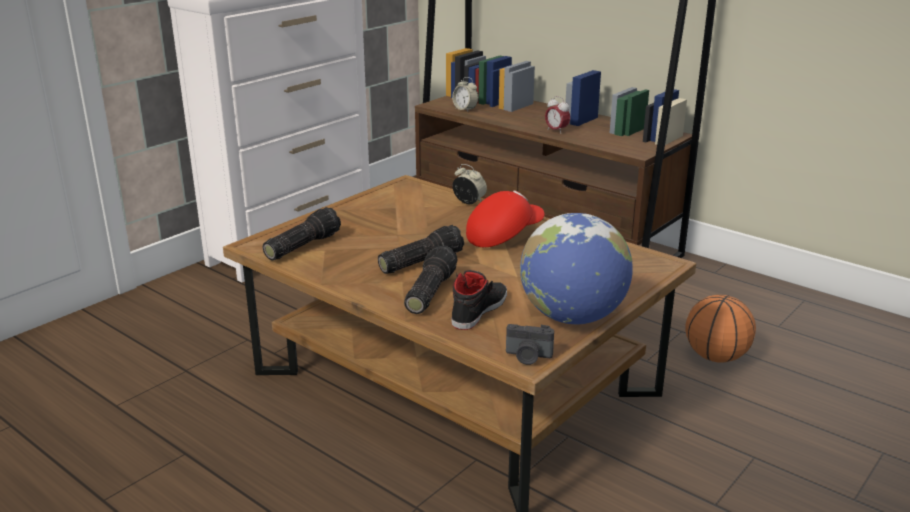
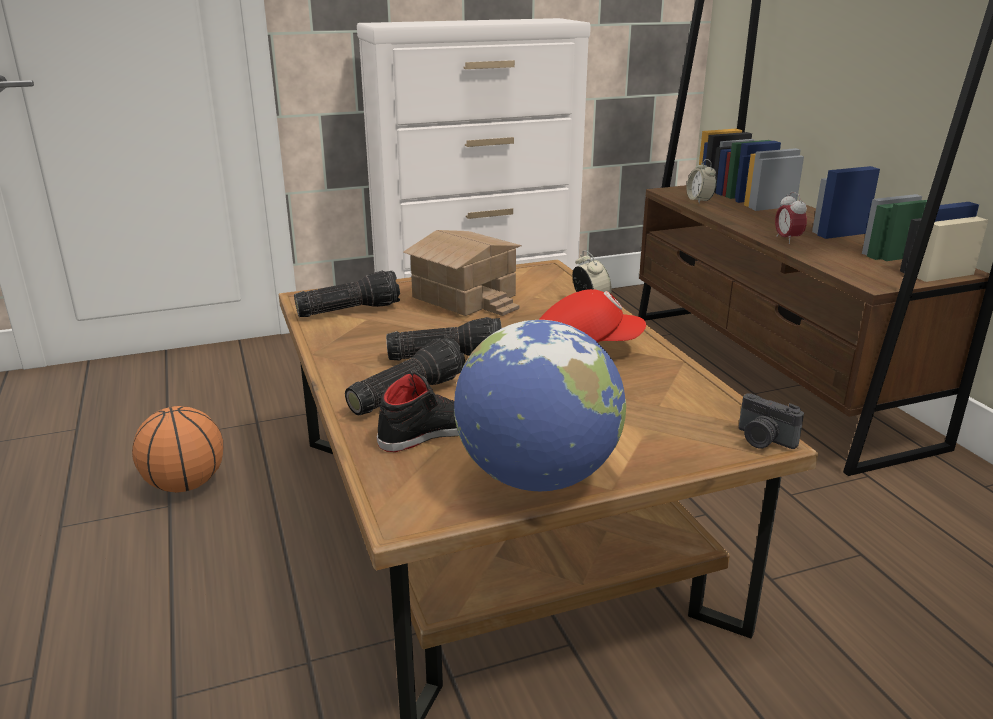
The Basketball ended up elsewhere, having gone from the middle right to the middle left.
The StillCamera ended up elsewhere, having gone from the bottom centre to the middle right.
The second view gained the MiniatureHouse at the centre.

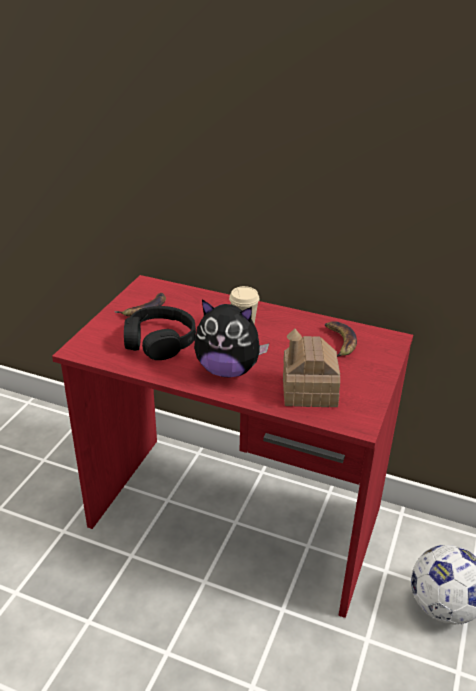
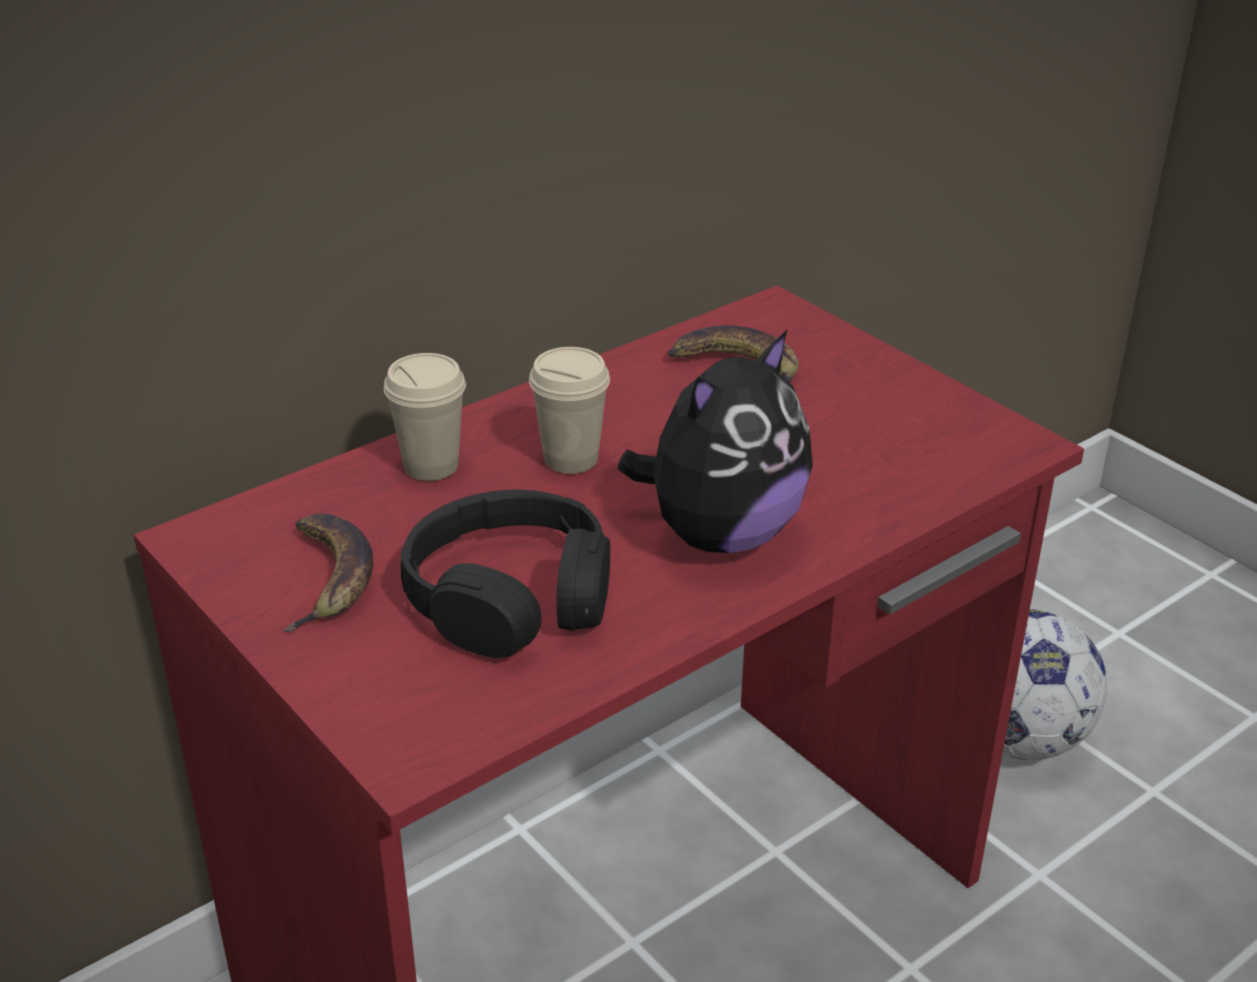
The second view lost the MiniatureHouse at the centre.
The second view gained the BeigeColouredDrinkingCup (1st from left) at the centre.

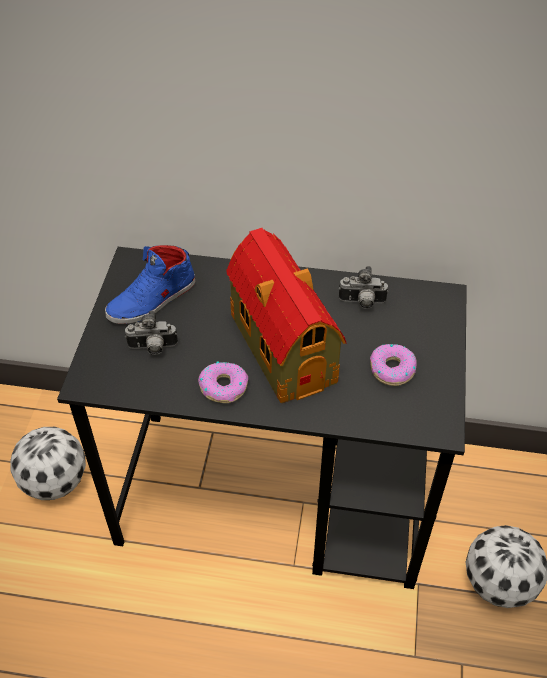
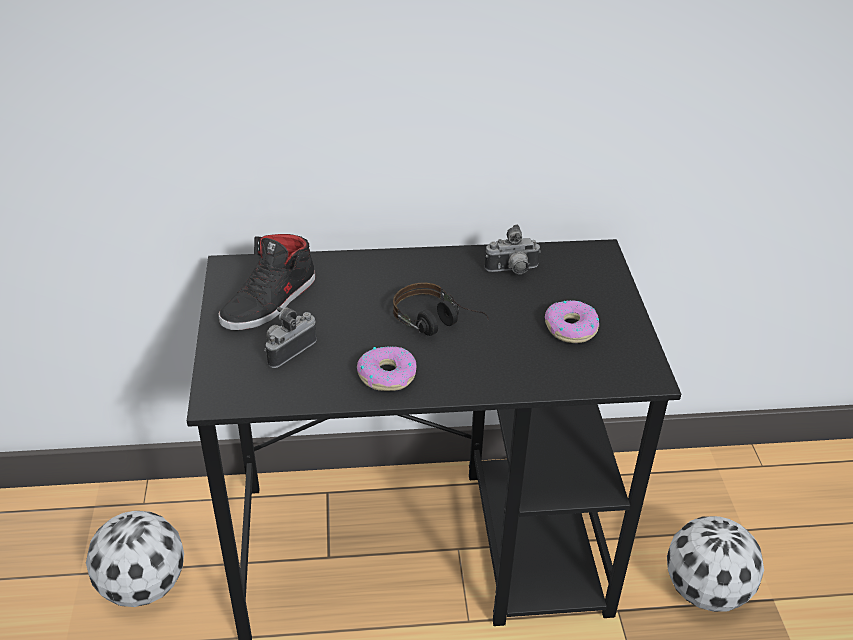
Where the MiniatureHouse stood at the centre, the PairOfHeadphones came to stand at the centre.
What was the BluishItemOfFootwear at the middle left turned into the BlackColouredItemOfFootwear at the middle left.
The StillCamera (1st from left) at the middle left ended up facing another way, 150 degrees clockwise from before.

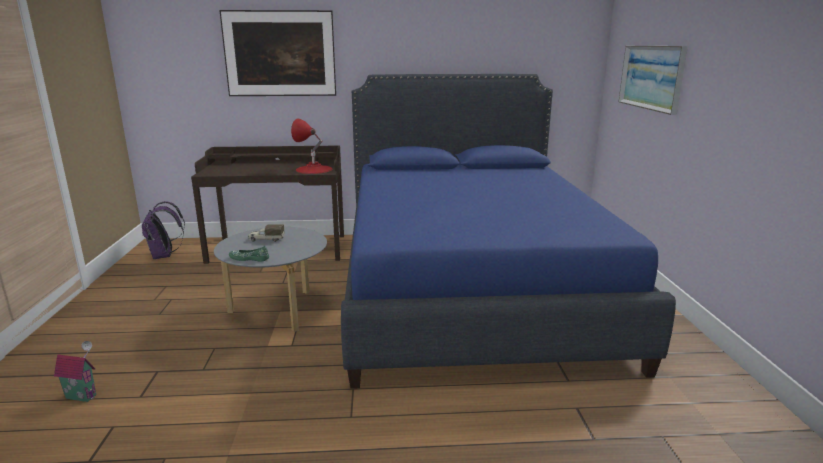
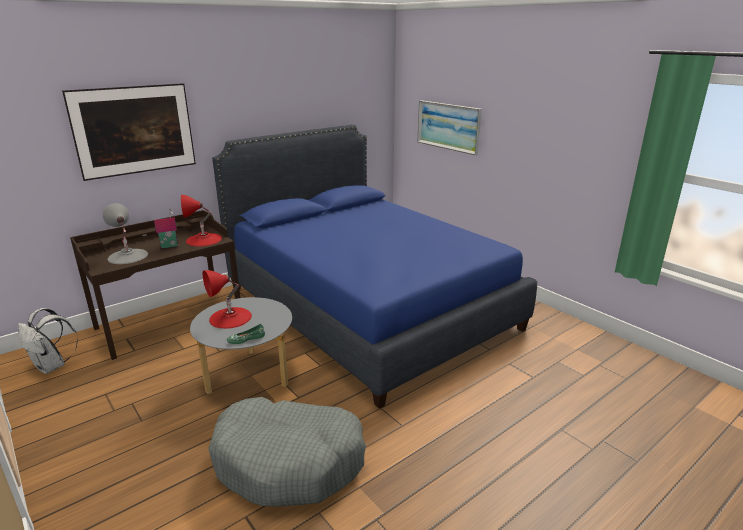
What was the PurplishBackpack at the middle left turned into the WhitishBackpack at the middle left.
Where the ToyTruck stood at the middle left, the ReddishTableLamp (2nd from left) came to stand at the middle left.
The MiniatureHouse ended up elsewhere, having gone from the bottom left to the middle left.
The second view gained the GrayTableLamp at the middle left.
The second view gained the GrayDogBed at the bottom centre.

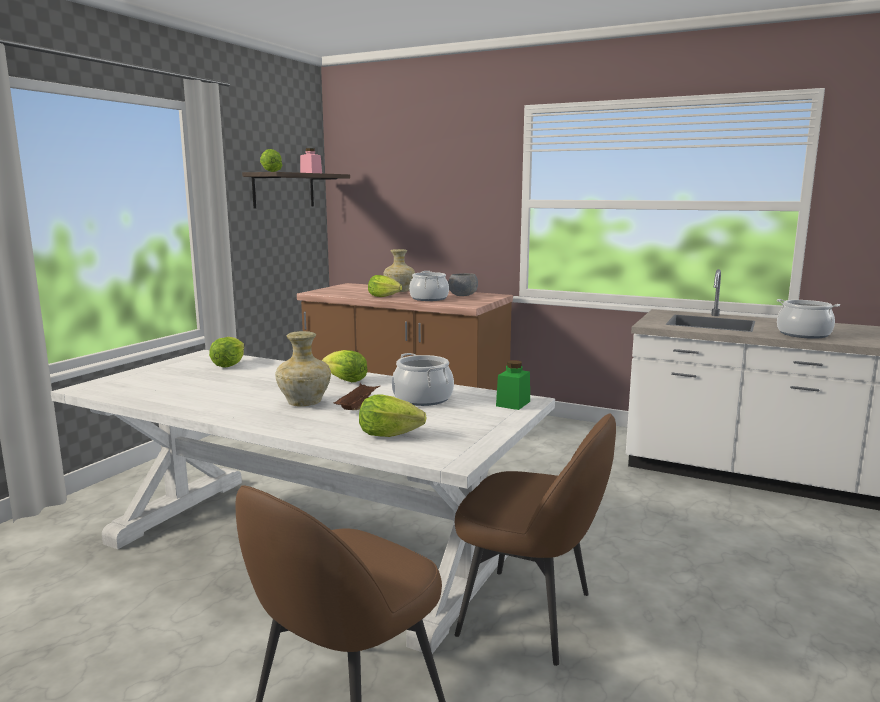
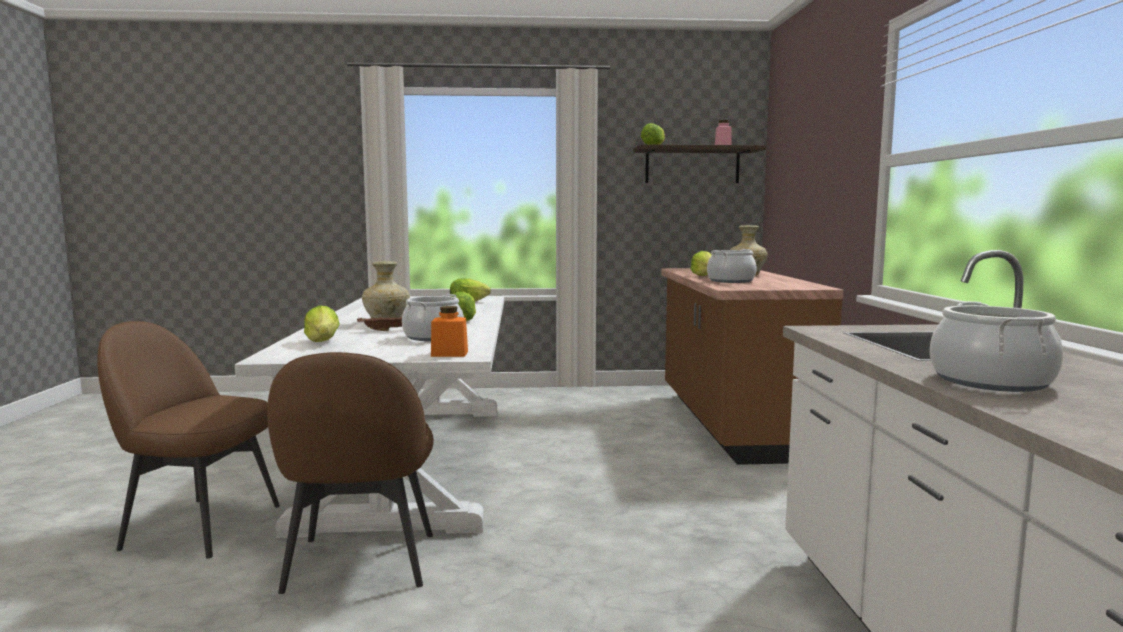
The second view lost the GrayDeepDish at the centre.
What was the GreenColouredPreserveJar at the centre turned into the OrangePreserveJar at the centre.

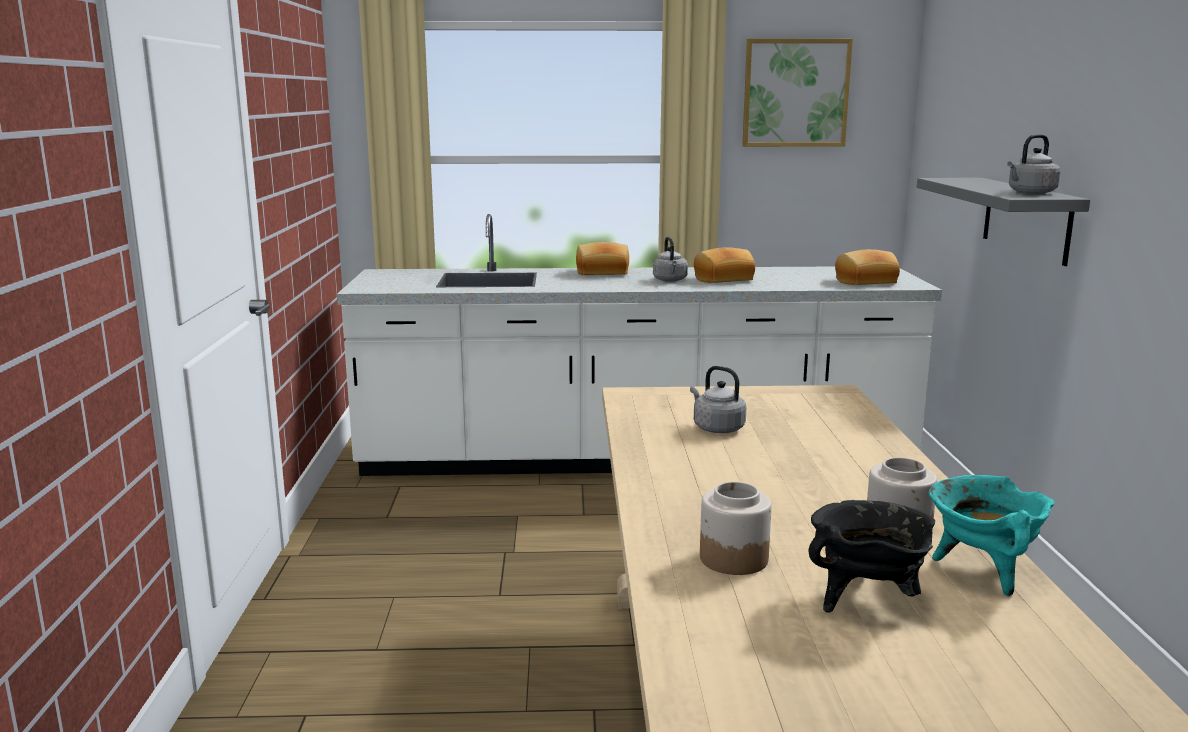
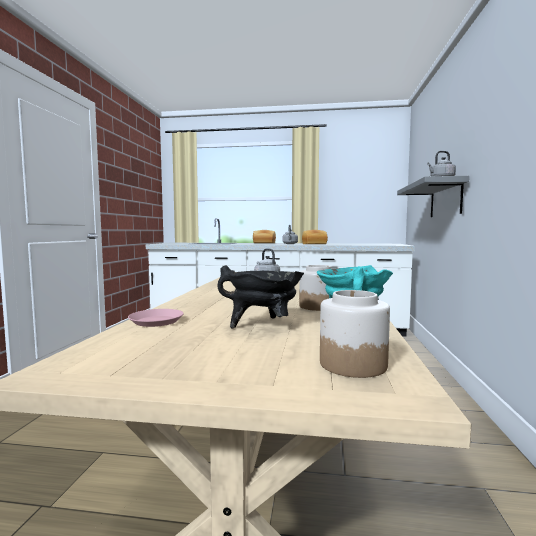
The second view lost the WallArt at the top right.
The second view lost the BakeryBread (3rd from left) at the middle right.
The PreserveJar (1st from left in the first image) ended up elsewhere, having gone from the bottom centre to the centre.
The second view gained the PinkishFlatDish at the middle left.

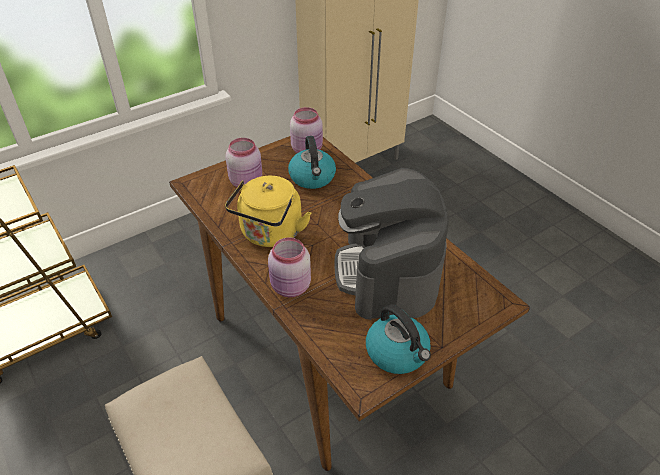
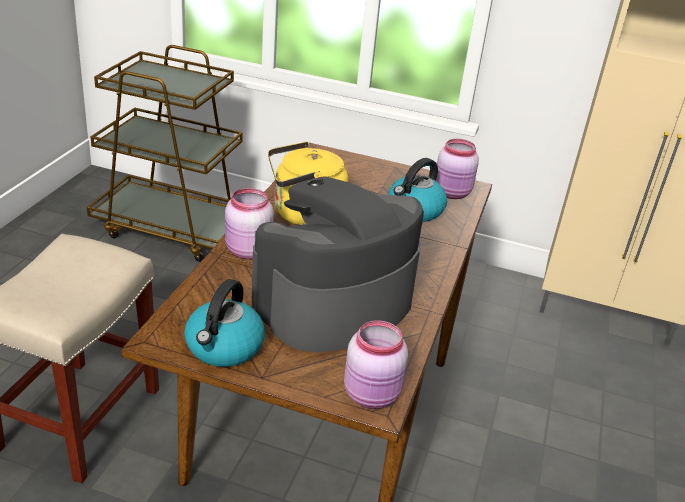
The PinkishPreserveJar (1st from left in the first image) ended up elsewhere, having gone from the centre to the bottom centre.

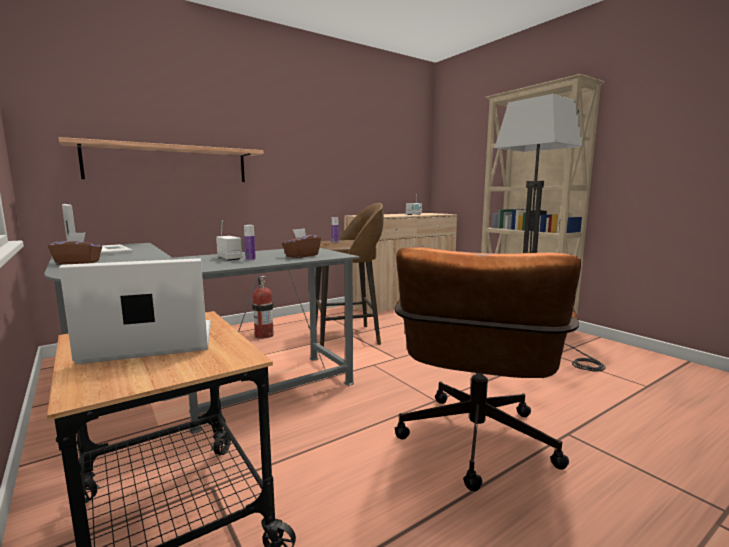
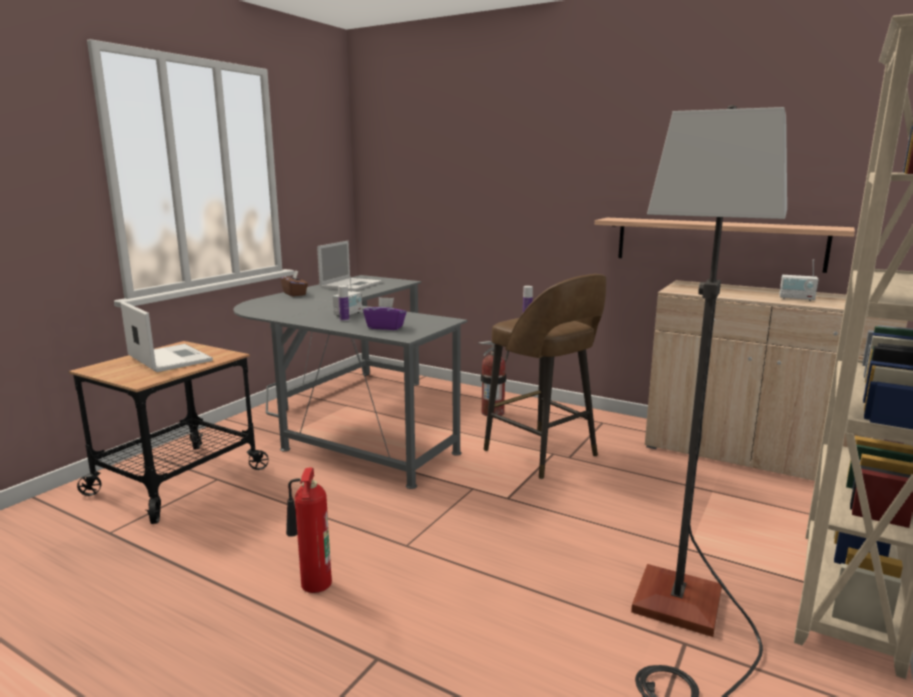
The Shelf ended up elsewhere, having gone from the top left to the middle right.
What was the BrownishTissueBox (2nd from left) at the centre turned into the PurplishTissueBox at the centre.
Where the BrownishComputerChair stood at the bottom right, the Extinguisher (1st from left) came to stand at the bottom centre.

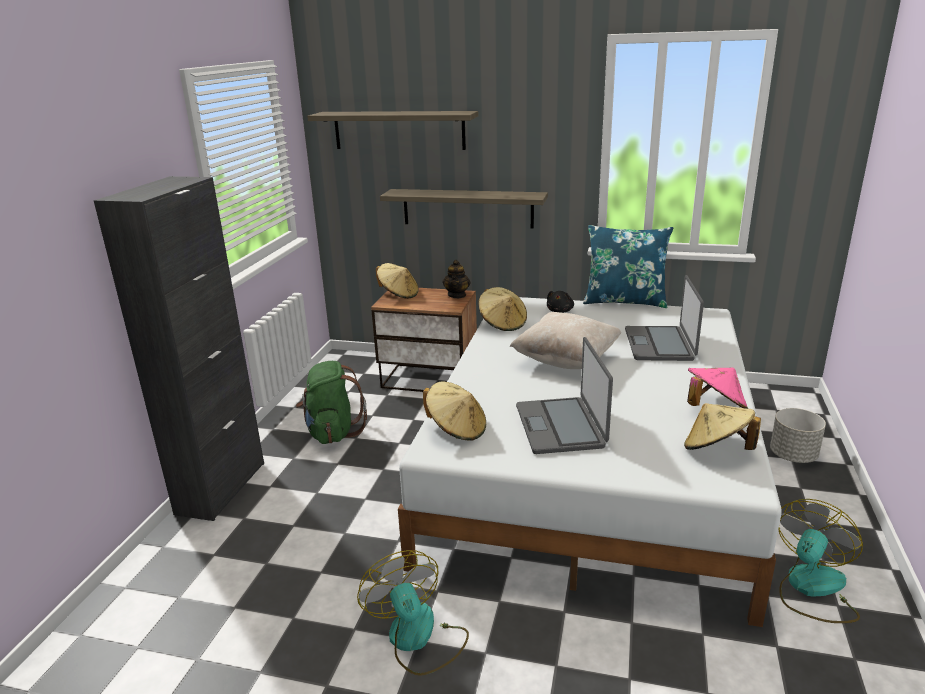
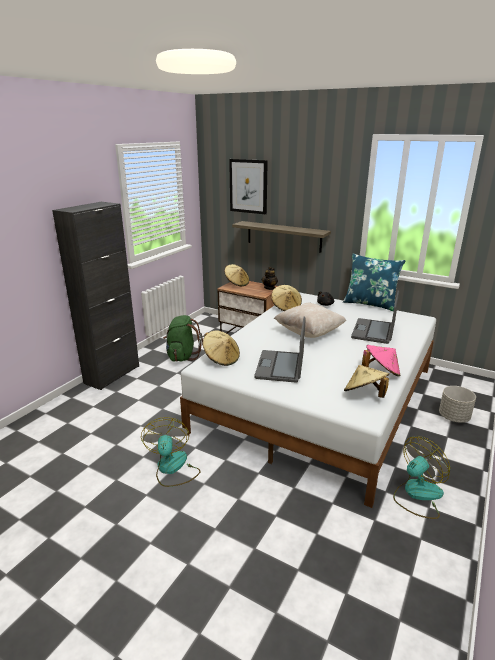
Where the Shelf (1st from left) hung at the top centre, the WallArt came to hang at the top centre.

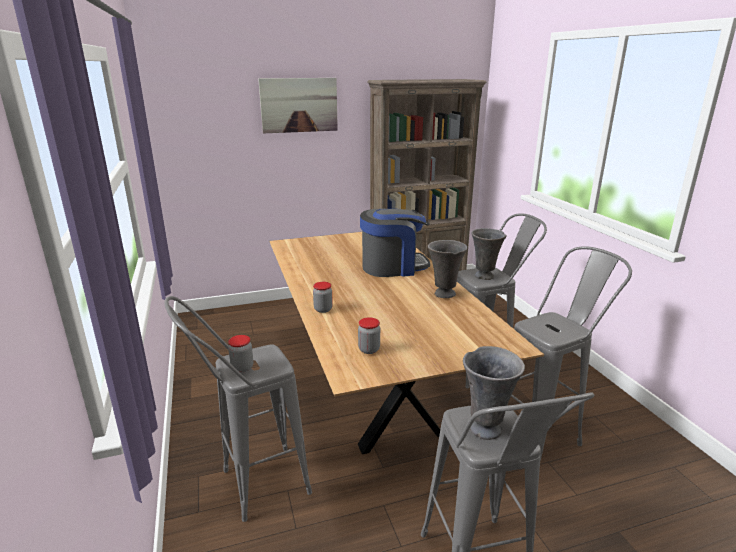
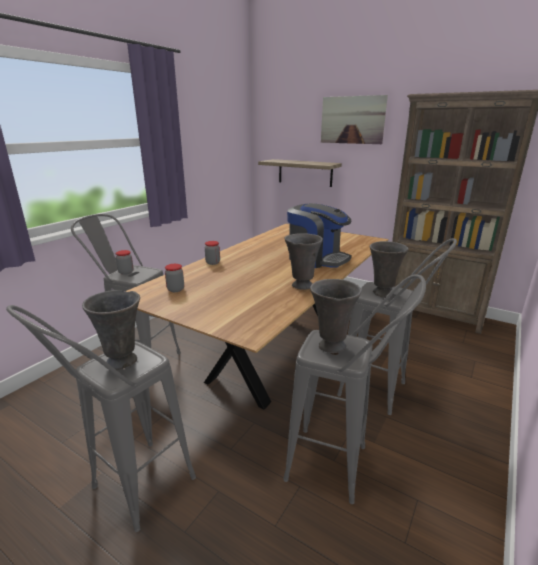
The second view gained the Shelf at the top centre.
The second view gained the GrayVase (3rd from left) at the centre.

